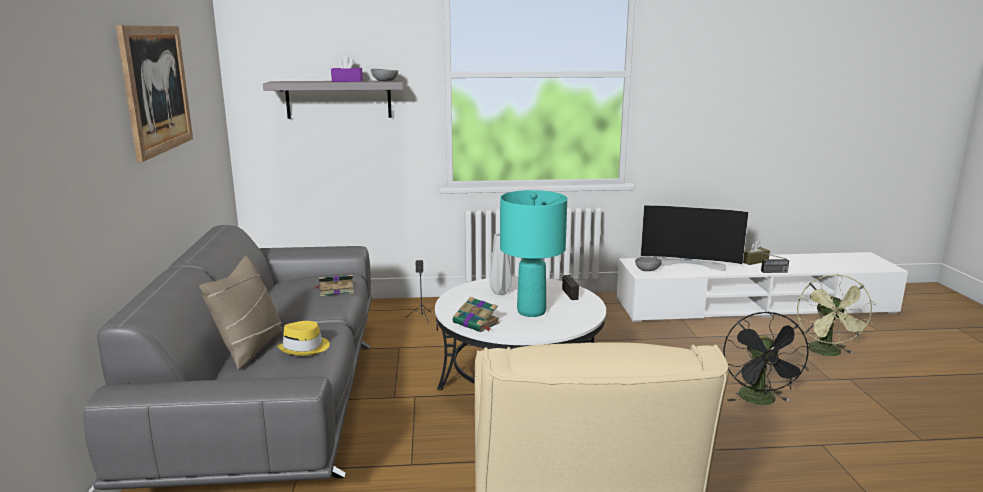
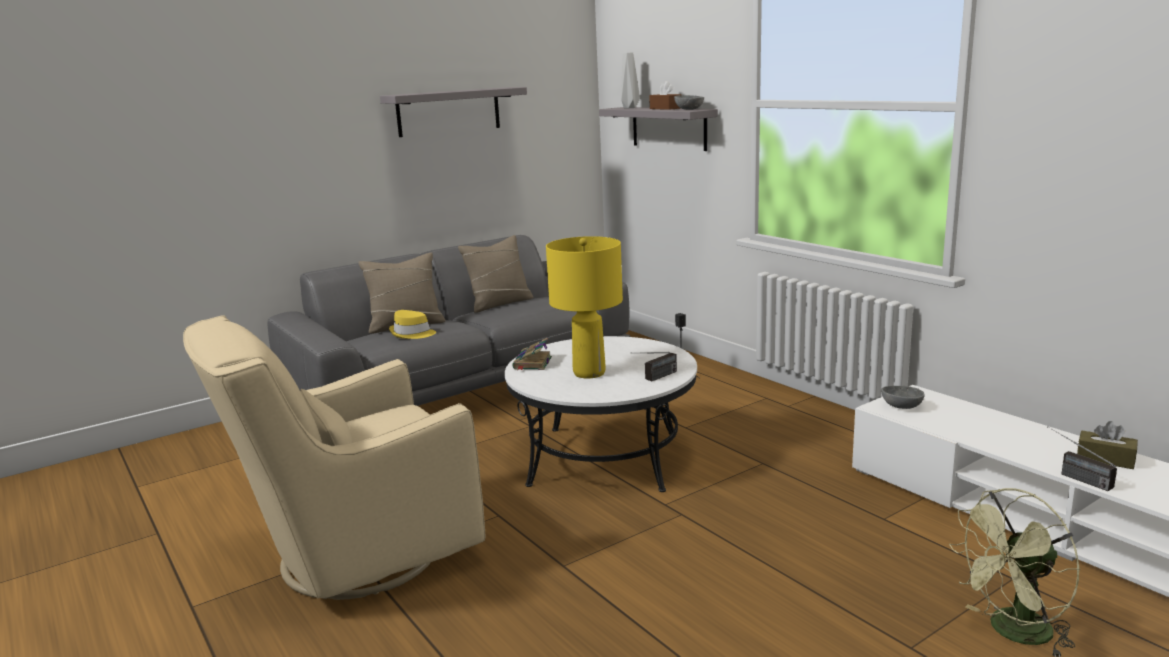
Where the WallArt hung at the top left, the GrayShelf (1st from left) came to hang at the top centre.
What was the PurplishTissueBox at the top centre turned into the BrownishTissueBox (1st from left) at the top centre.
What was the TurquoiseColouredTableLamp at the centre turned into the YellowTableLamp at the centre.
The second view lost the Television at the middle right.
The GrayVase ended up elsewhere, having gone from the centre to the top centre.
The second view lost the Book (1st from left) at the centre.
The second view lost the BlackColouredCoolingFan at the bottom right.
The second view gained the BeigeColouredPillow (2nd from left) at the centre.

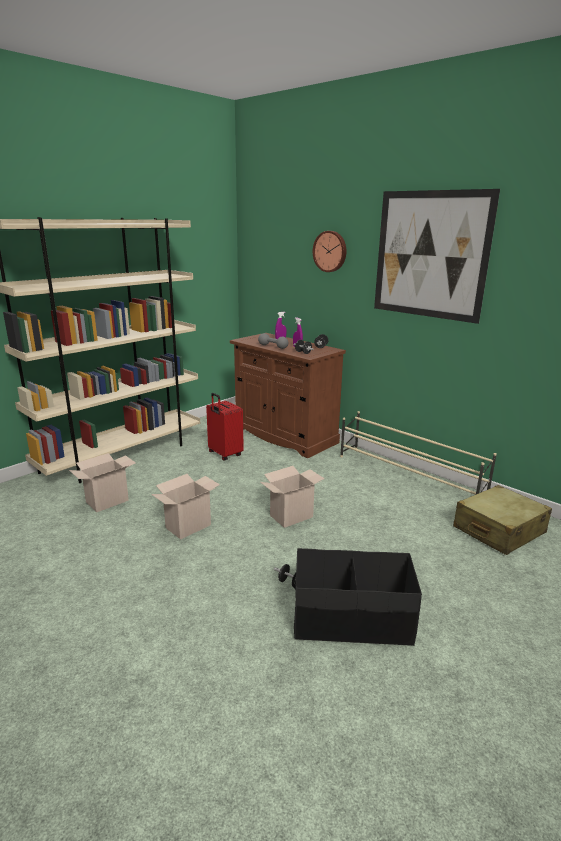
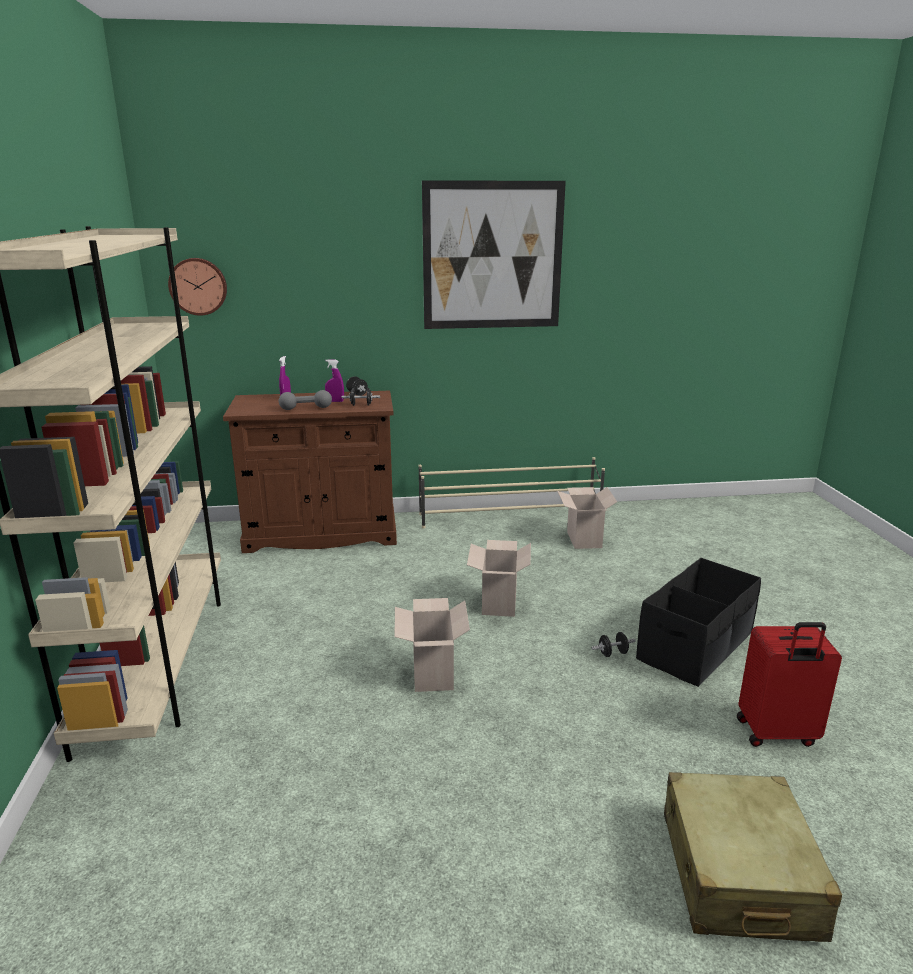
The ClockOnTheWall ended up elsewhere, having gone from the top centre to the top left.
The ReddishSuitcase ended up elsewhere, having gone from the centre to the bottom right.
The CardboardBox (1st from left in the first image) ended up elsewhere, having gone from the middle left to the centre.
The BeigeColouredSuitcase ended up elsewhere, having gone from the middle right to the bottom right.

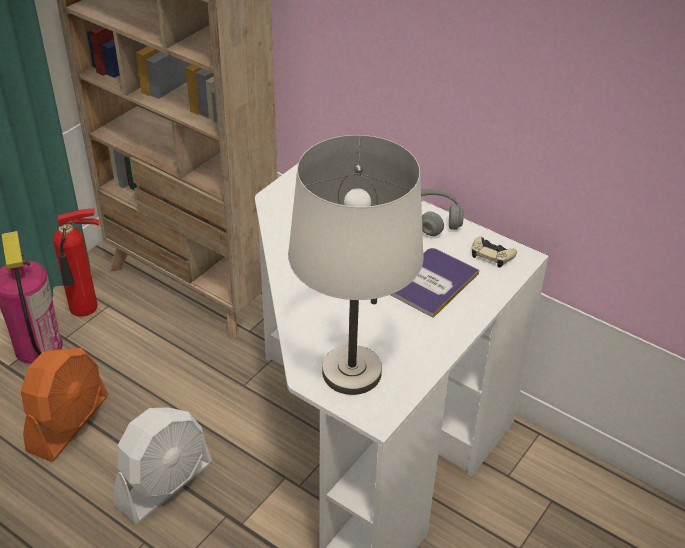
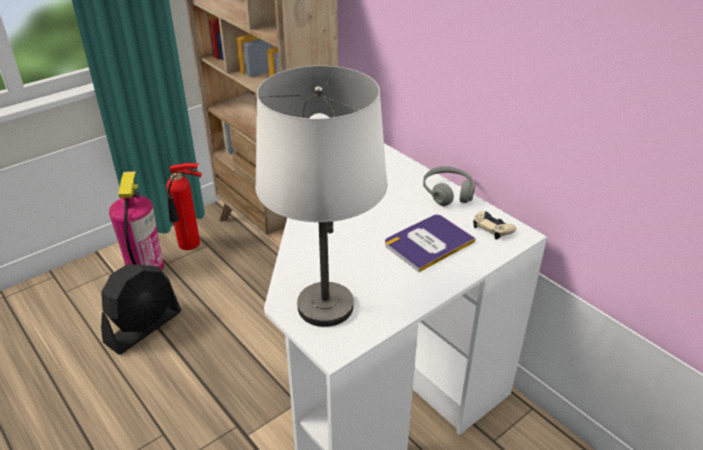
What was the OrangeCoolingFan at the bottom left turned into the BlackColouredCoolingFan at the bottom left.
The second view lost the WhitishCoolingFan at the bottom left.

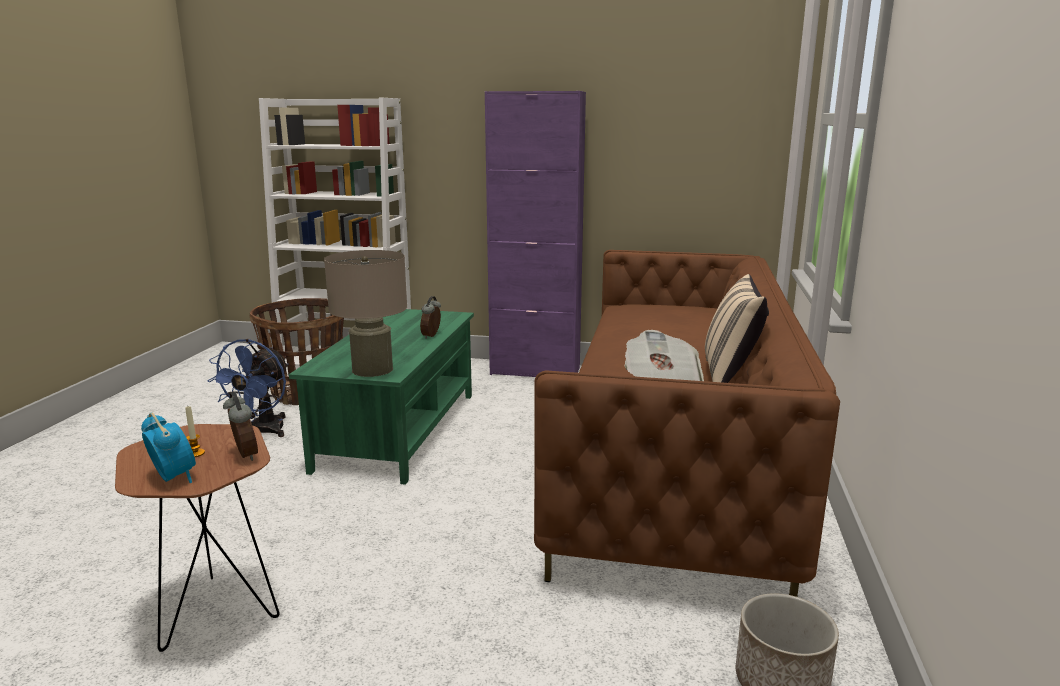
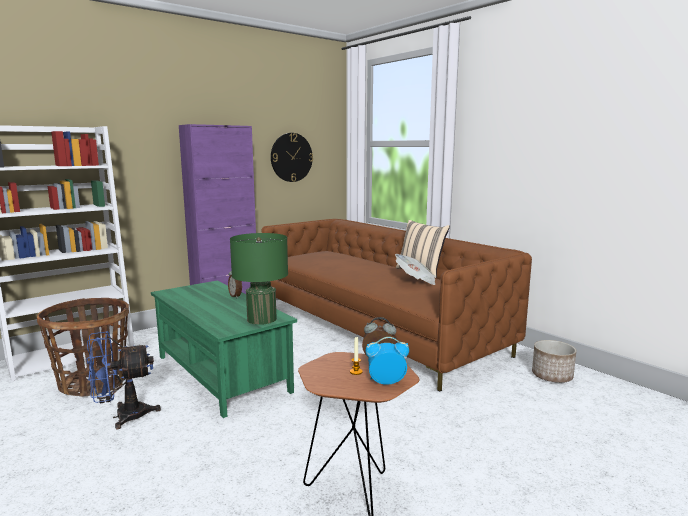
What was the BeigeColouredTableLamp at the centre turned into the GreenColouredTableLamp at the centre.
The BluishCoolingFan at the middle left ended up facing another way, 105 degrees clockwise from before.
The second view gained the ClockOnTheWall at the top centre.

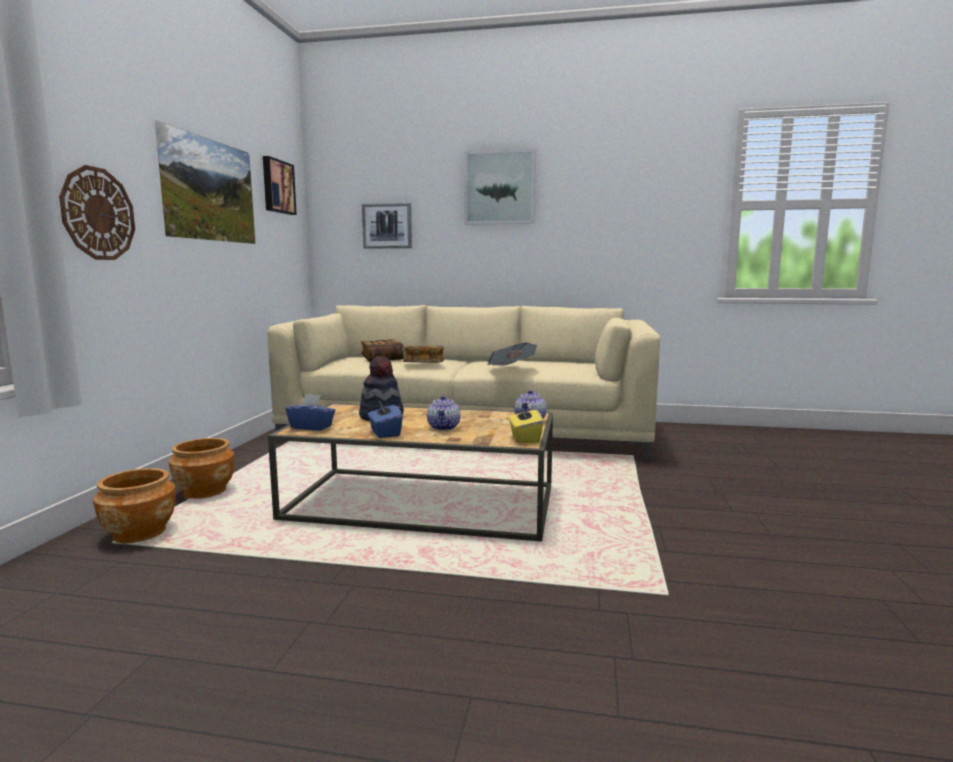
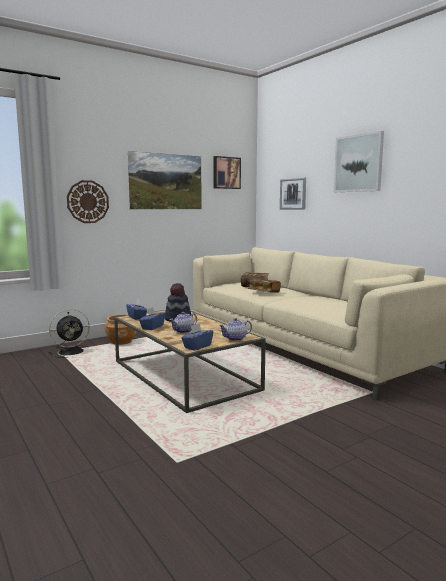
The second view lost the Newspaper at the centre.
What was the YellowTissueBox at the centre turned into the BluishTissueBox (3rd from left) at the centre.
Where the BrownishPlantPot (1st from left) stood at the middle left, the BlackColouredCoolingFan came to stand at the middle left.

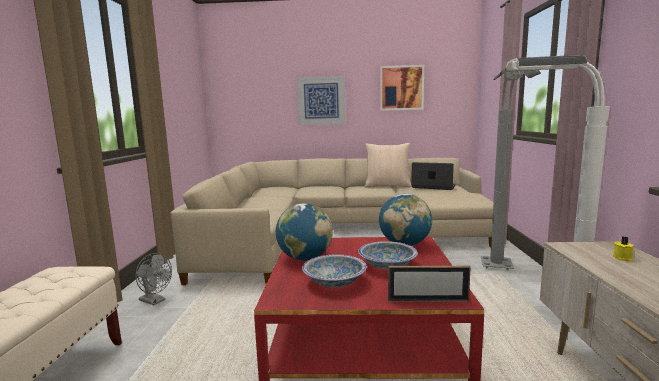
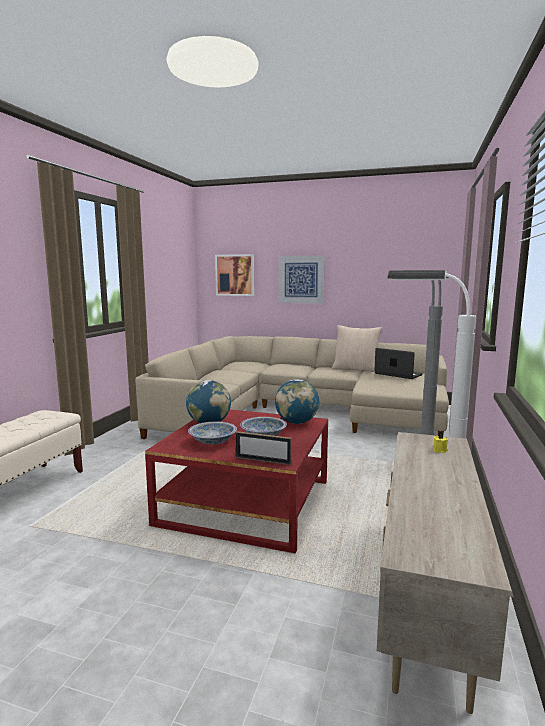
The WallArt (2nd from left in the first image) ended up elsewhere, having gone from the top centre to the centre.
The second view lost the GrayCoolingFan at the bottom left.

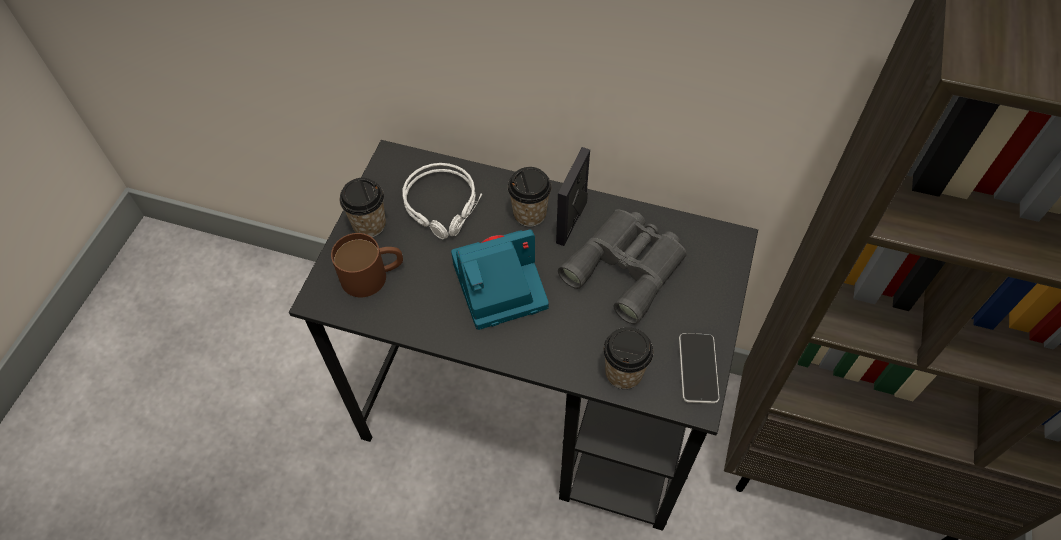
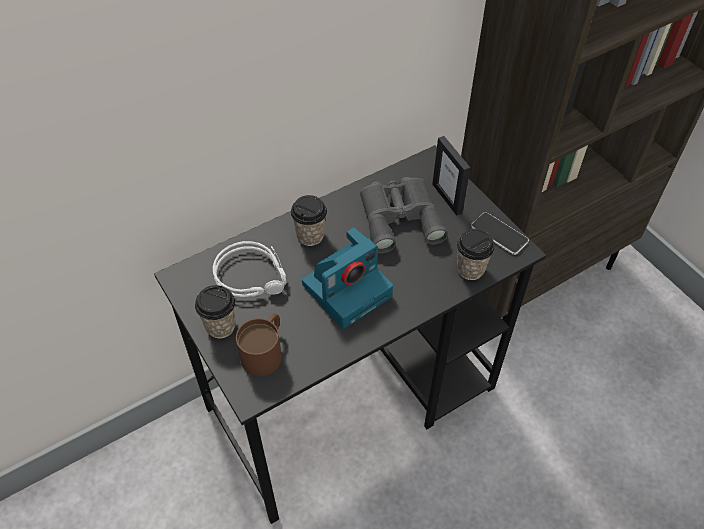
The StandingFrame ended up elsewhere, having gone from the centre to the top centre.
The StillCamera at the centre ended up facing another way, 150 degrees counterclockwise from before.

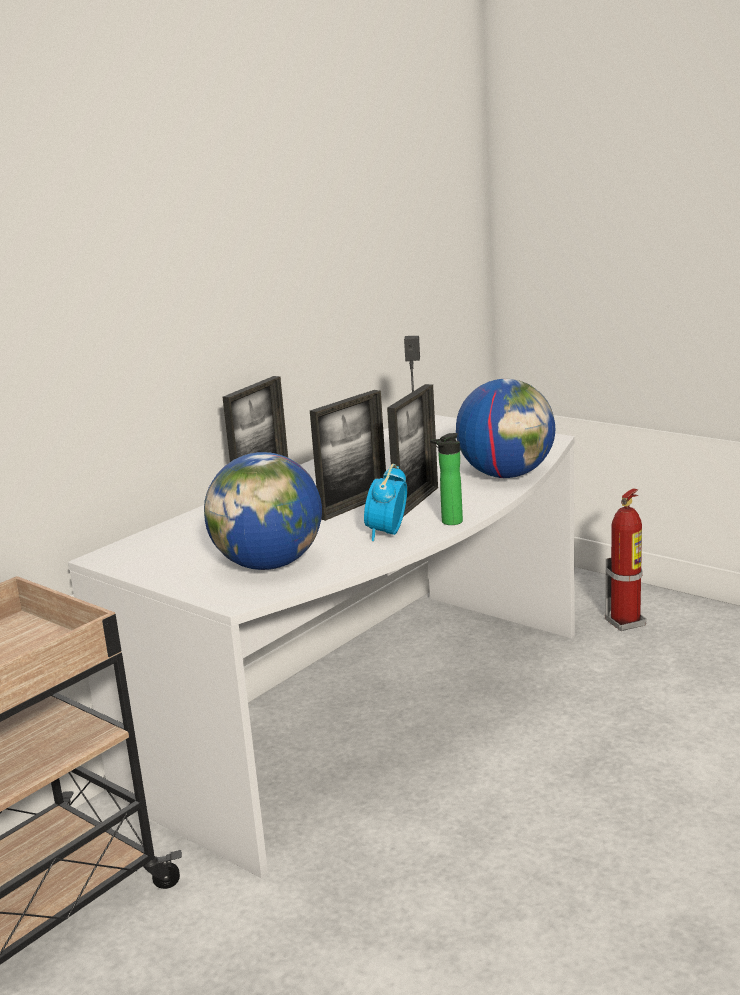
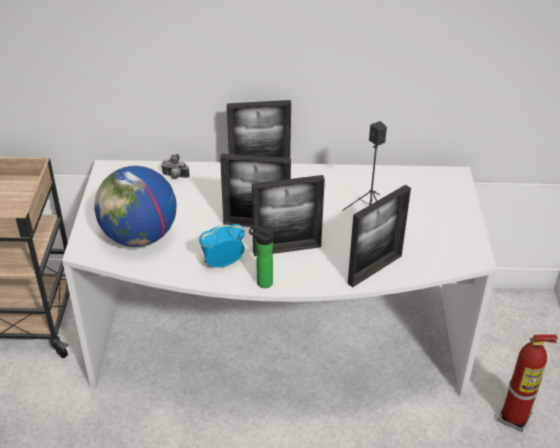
Where the WorldGlobe (2nd from left) stood at the middle right, the StandingFrame (4th from left) came to stand at the middle right.
The second view gained the StillCamera at the middle left.

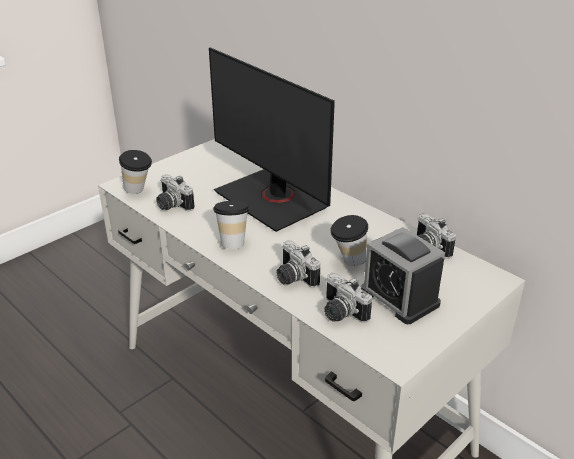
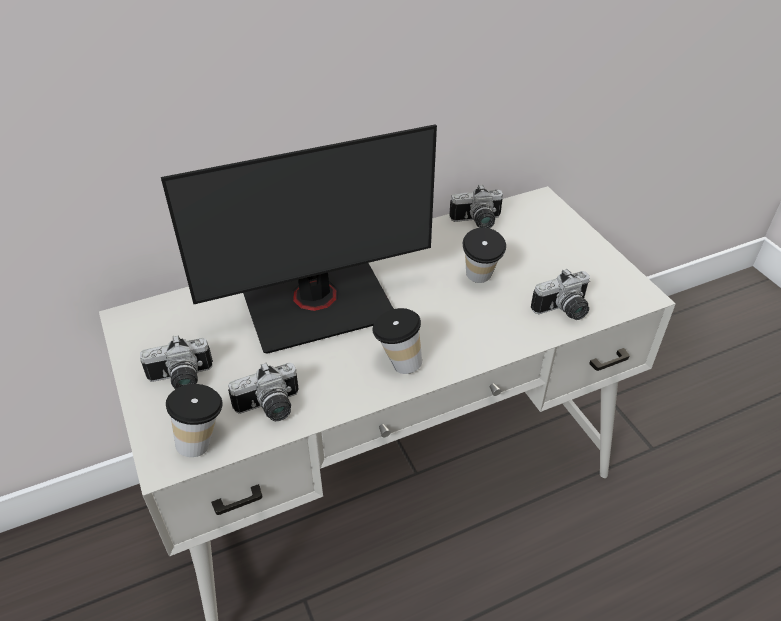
The second view lost the BedsideClock at the middle right.
The StillCamera (2nd from left in the first image) ended up elsewhere, having gone from the centre to the middle left.

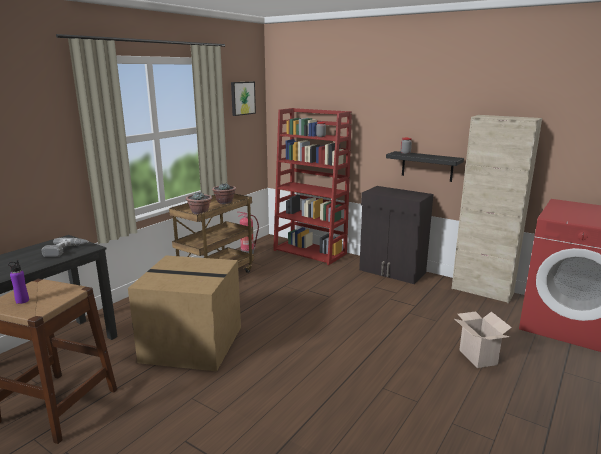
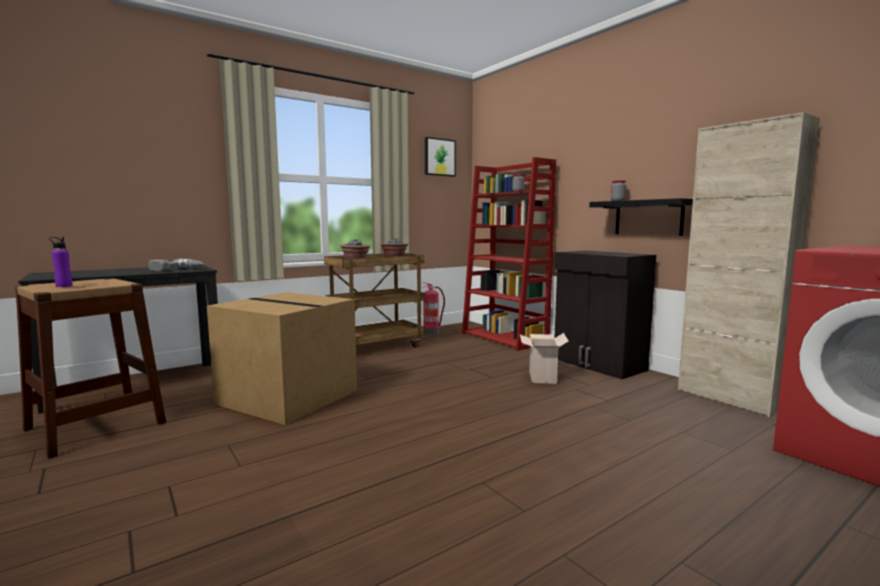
The CardboardBox (2nd from left) ended up elsewhere, having gone from the bottom right to the centre.

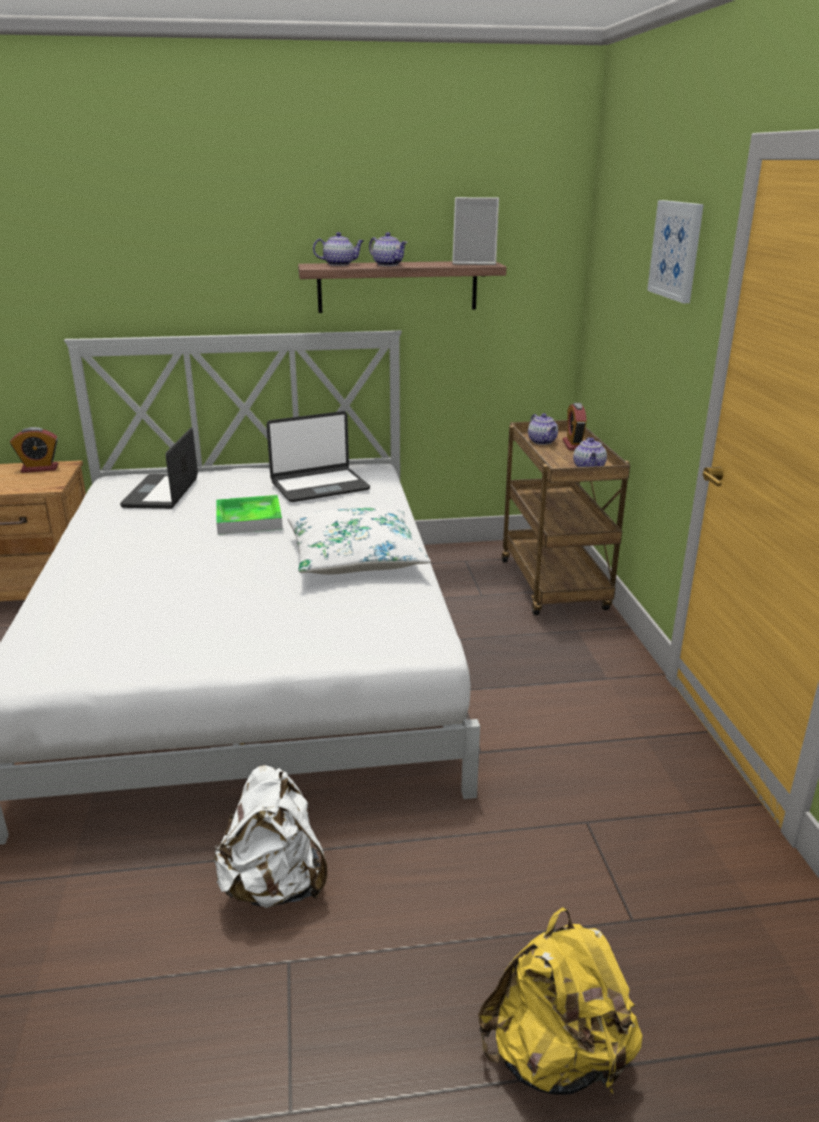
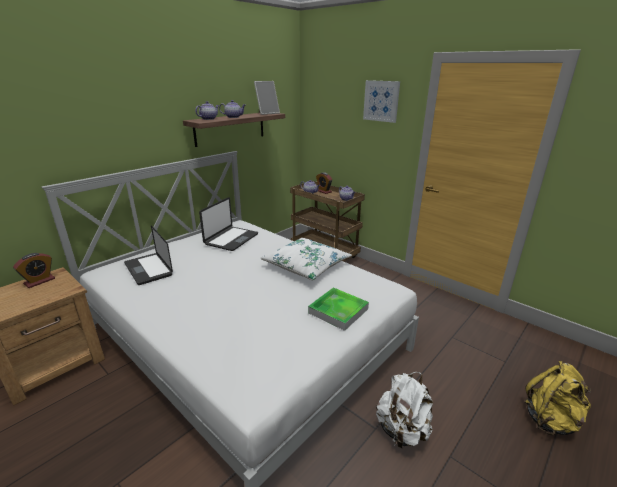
The Tray ended up elsewhere, having gone from the middle left to the centre.

